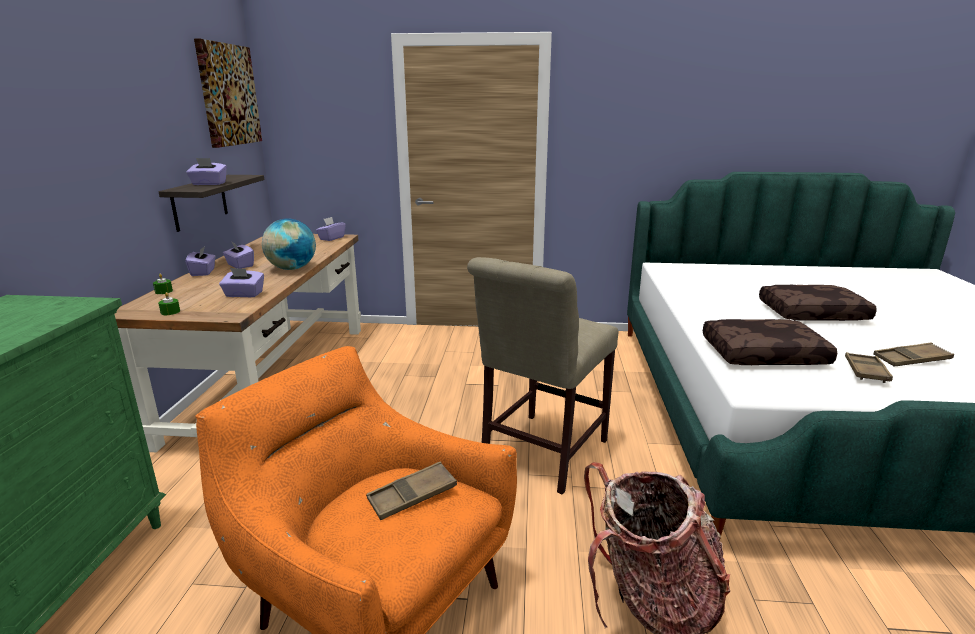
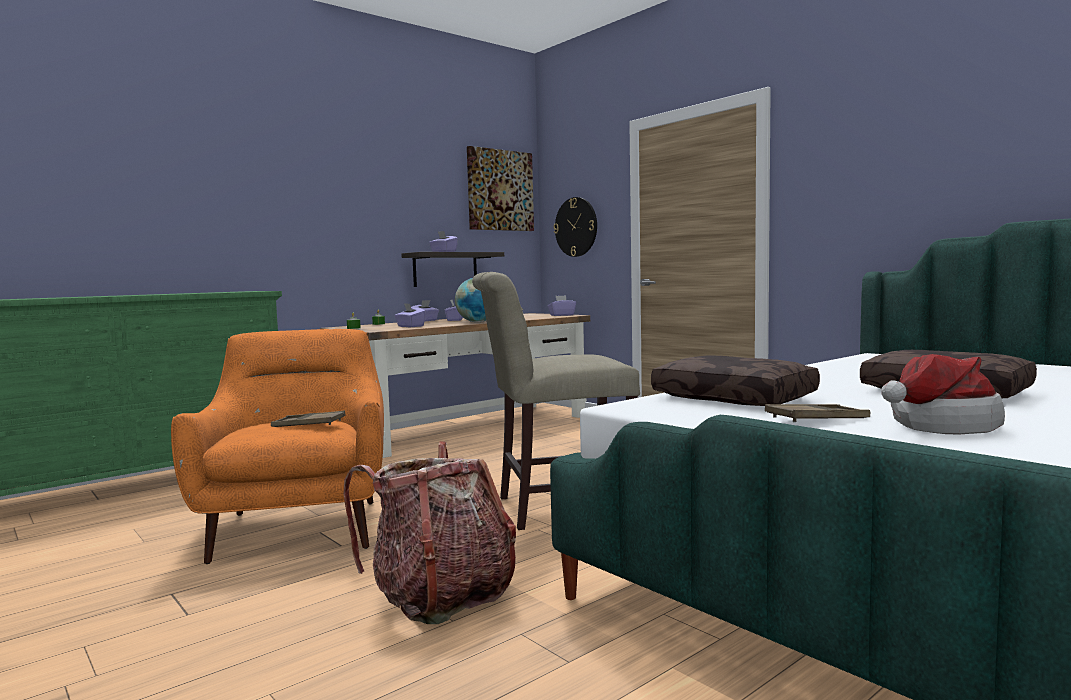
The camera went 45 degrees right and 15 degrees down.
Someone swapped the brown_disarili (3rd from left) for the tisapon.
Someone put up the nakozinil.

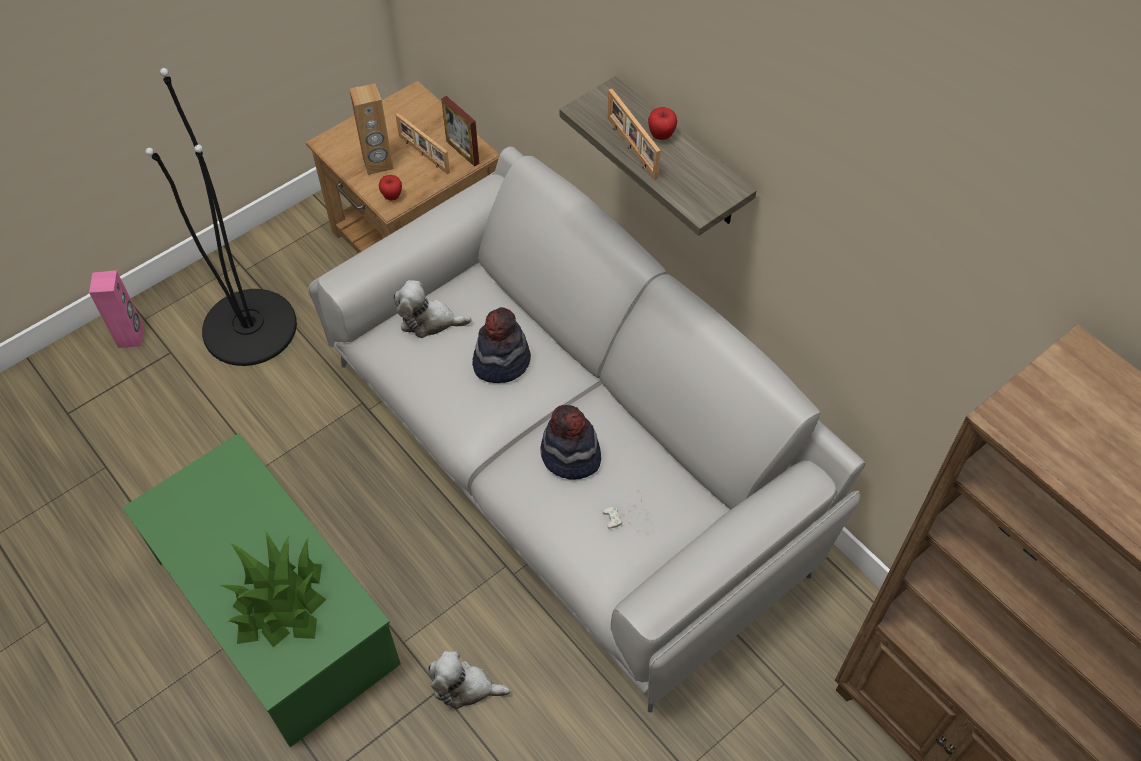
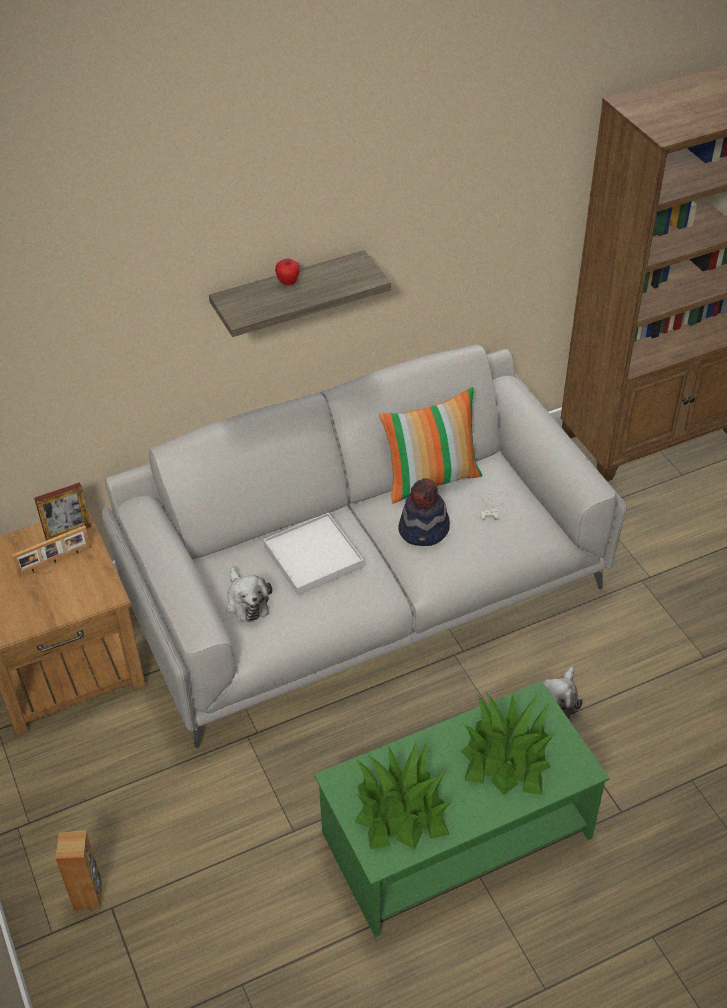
The camera went 75 degrees left and 10 degrees down.
Someone took away the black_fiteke.
Someone carried the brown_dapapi.
Someone took away the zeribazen (3rd from left).
Someone took away the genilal (1st from left).
Someone took away the pink_dapapi.
Someone rotated the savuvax (1st from left) by 45 degrees counterclockwise.
Someone swapped the tisapon (1st from left) for the white_disarili.
Someone put down the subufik.
Someone put down the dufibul (1st from left).

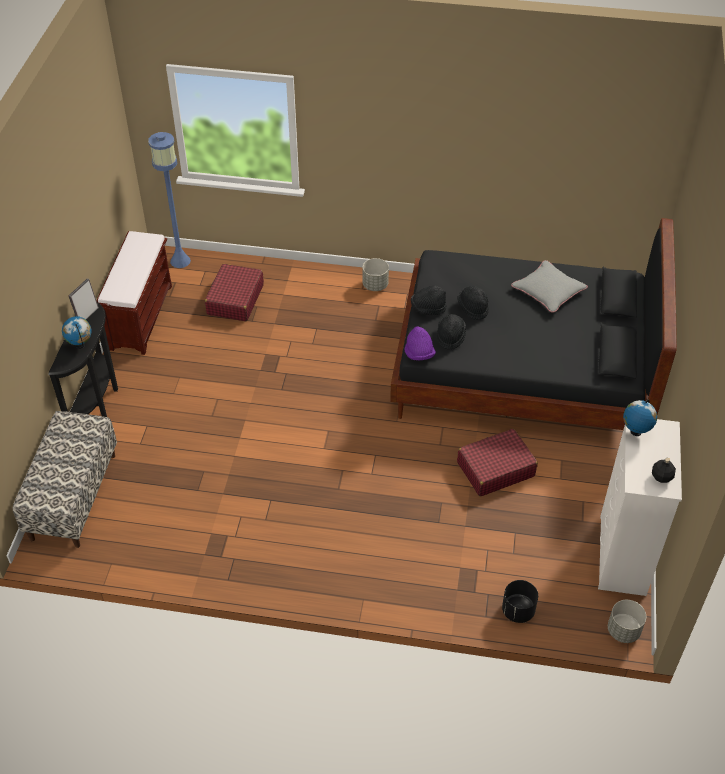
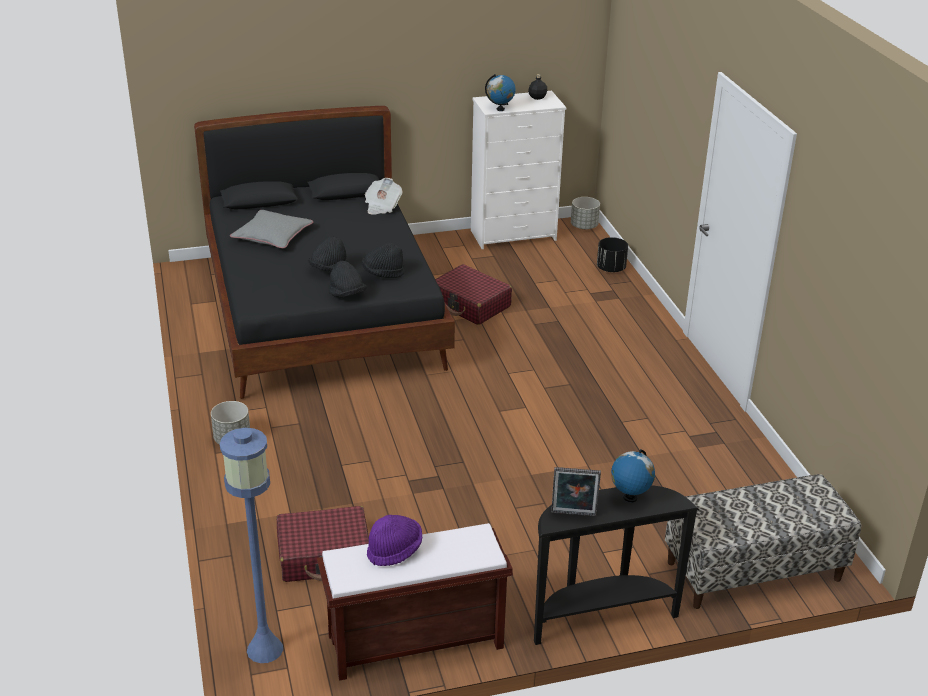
The camera went 115 degrees left and 15 degrees down.
Someone carried the purple_tisapon.
Someone put down the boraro.

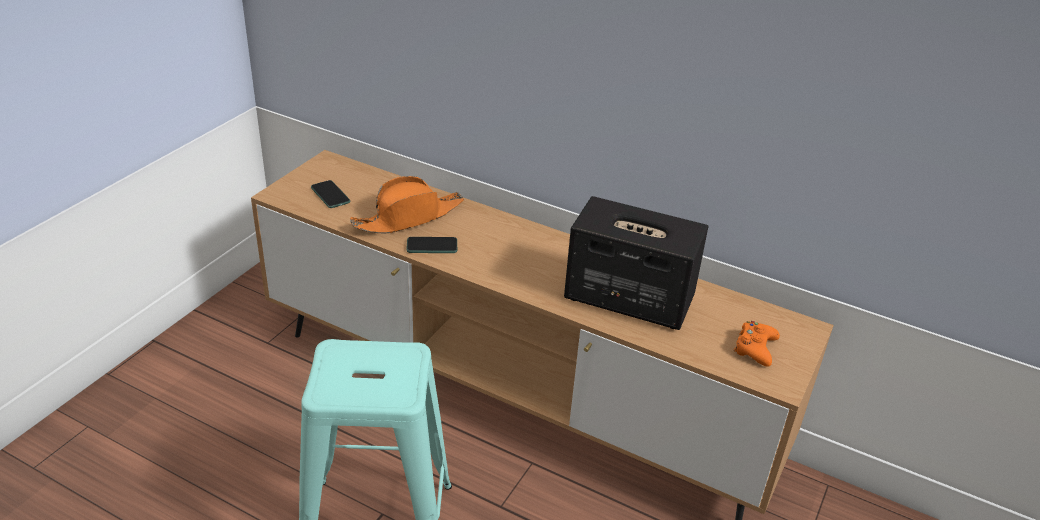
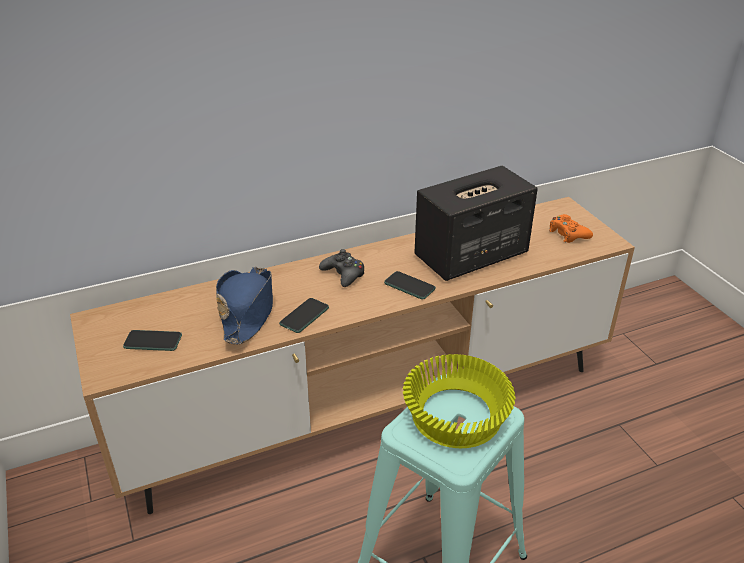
The camera went 50 degrees left and 0 degrees up.
Someone repainted the orange_tisapon, which became the blue_tisapon.
Someone put down the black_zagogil.
Someone put down the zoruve (3rd from left).
Someone put down the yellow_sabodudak.

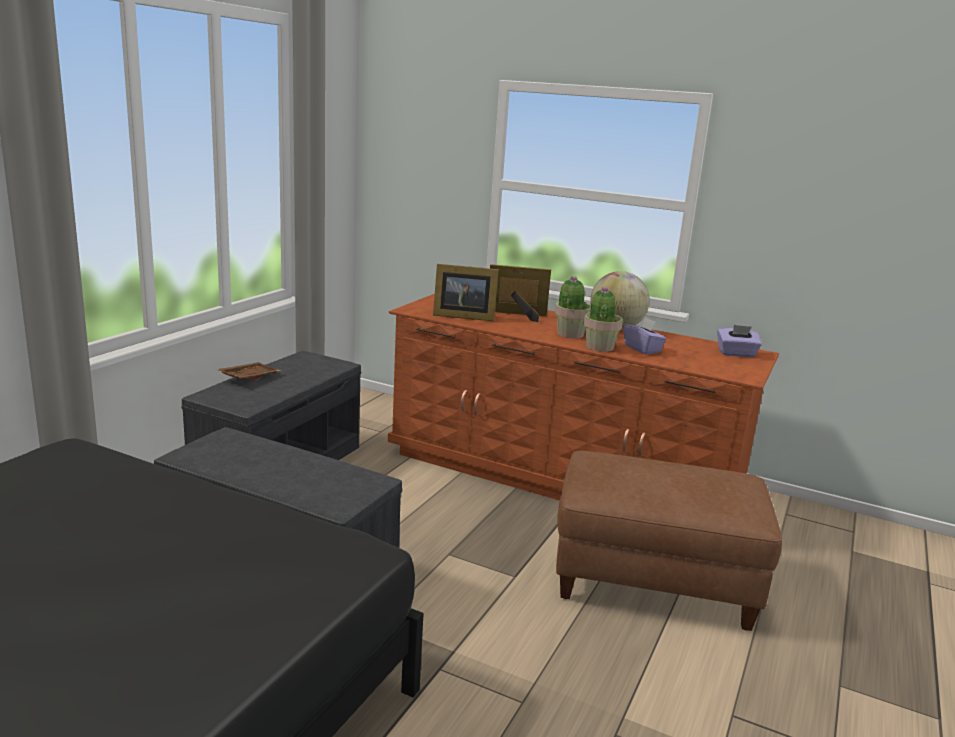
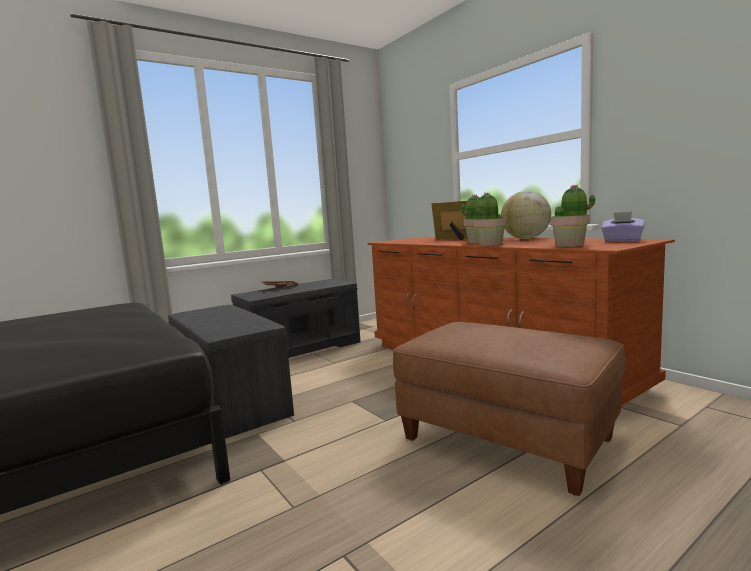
The camera went 30 degrees right and 10 degrees down.
Someone took away the zeribazen (1st from left).
Someone took away the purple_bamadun (1st from left).
Someone put down the dufibul (3rd from left).

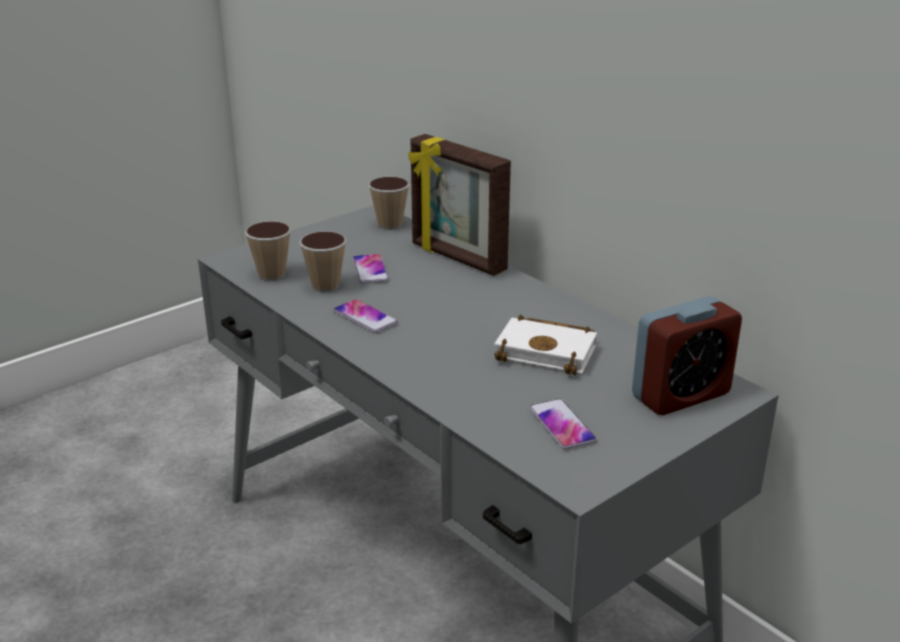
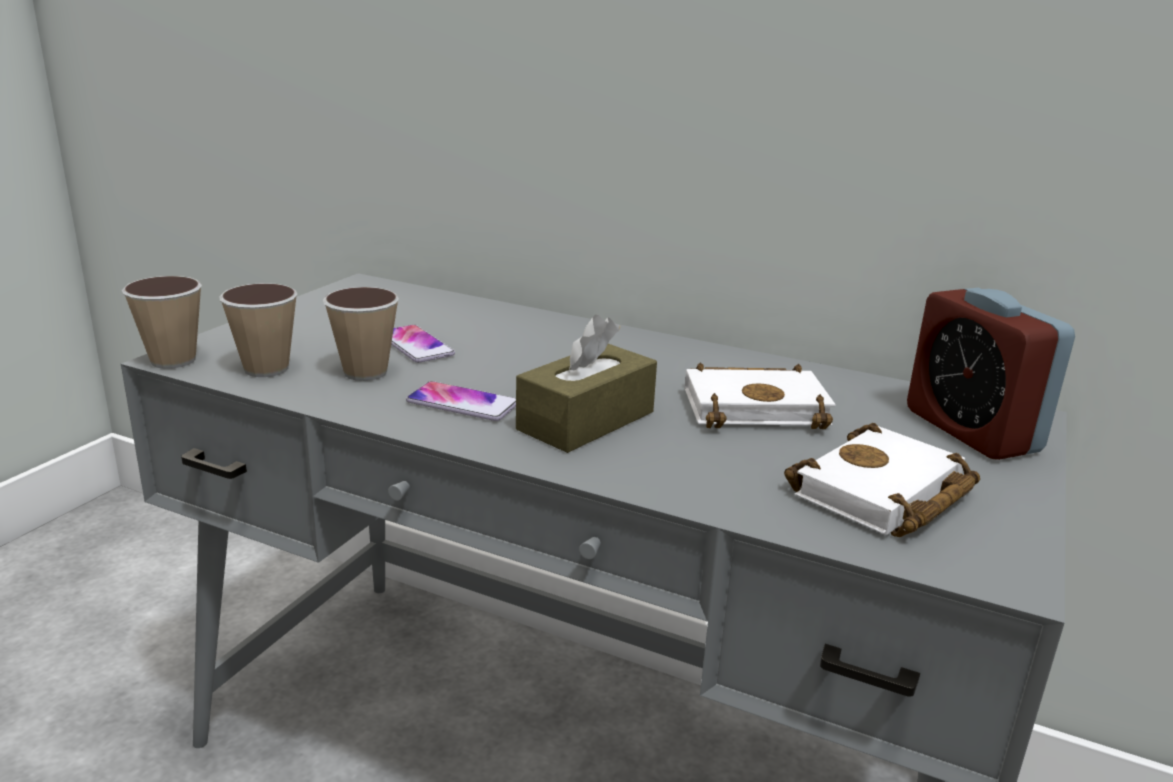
The camera went 25 degrees left and 5 degrees down.
Someone took away the zeribazen.
Someone carried the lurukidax (3rd from left in the first image).
Someone rotated the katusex by 120 degrees clockwise.
Someone swapped the zoruve (3rd from left) for the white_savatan (2nd from left).
Someone put down the brown_bamadun.

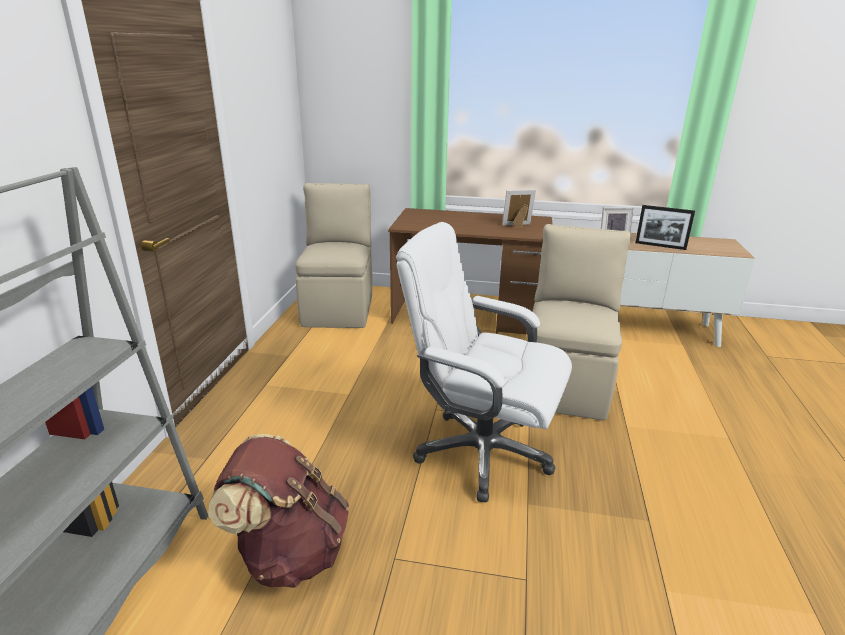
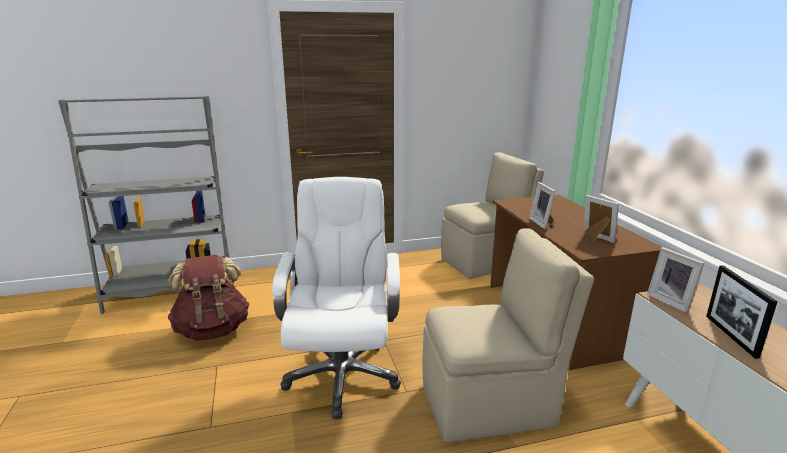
The camera went 65 degrees right and 5 degrees down.
Someone put down the zeribazen (1st from left).

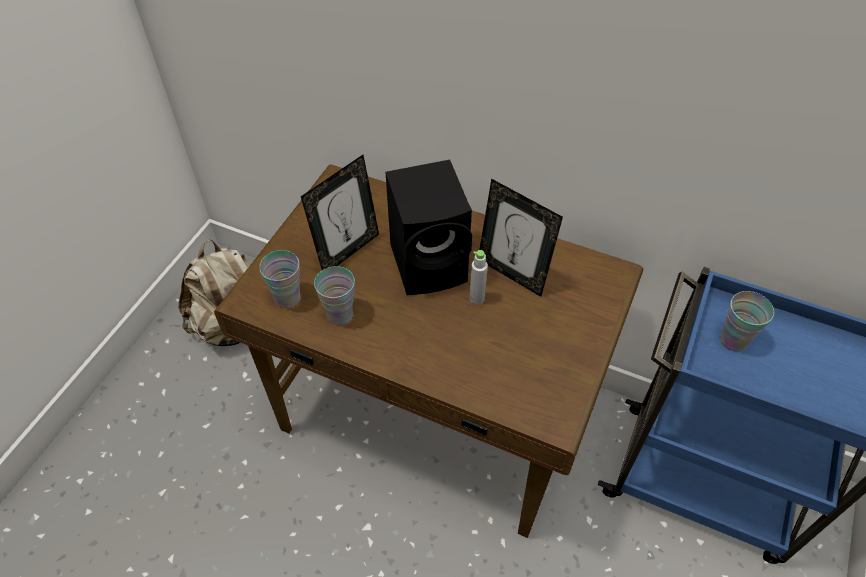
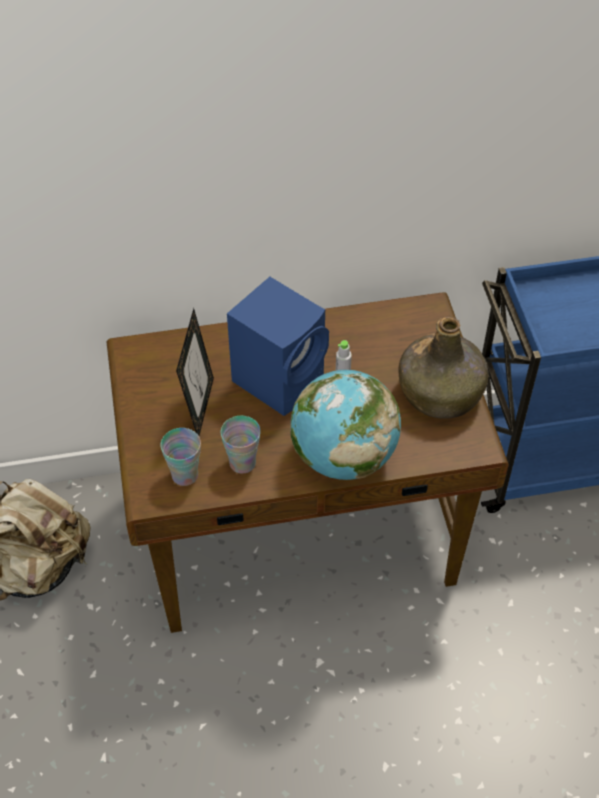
The camera went 35 degrees left and 0 degrees up.
Someone repainted the black_dapapi, which became the blue_dapapi.
Someone took away the zeribazen (2nd from left).
Someone took away the lurukidax (3rd from left).
Someone put down the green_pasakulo.
Someone put down the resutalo.

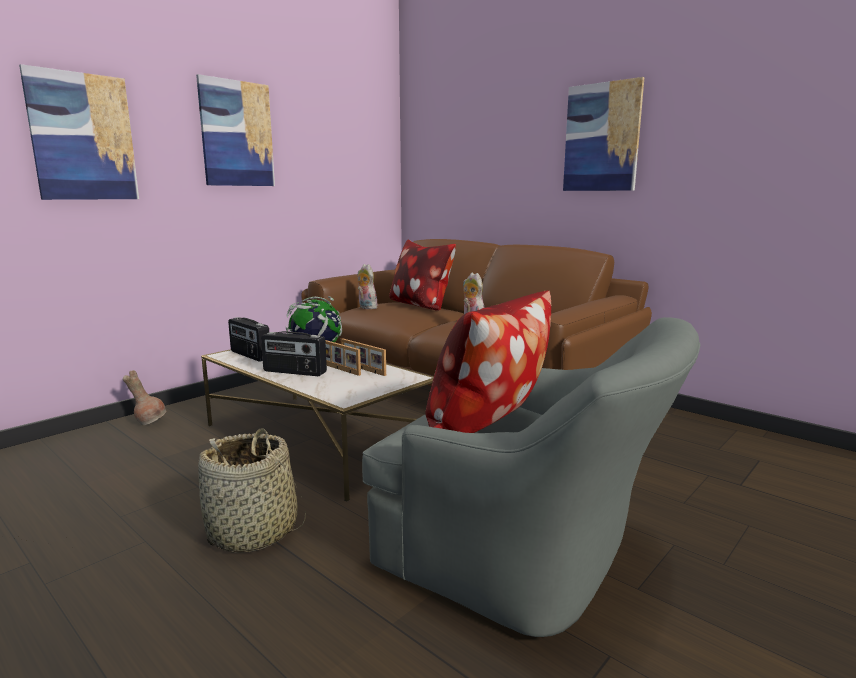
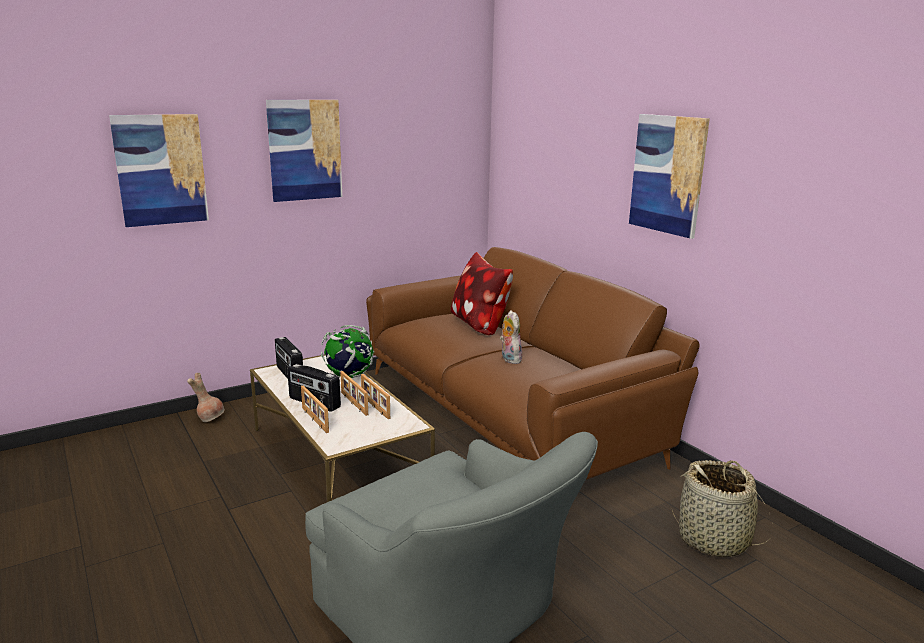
The camera went 15 degrees right and 5 degrees up.
Someone took away the savuvax (1st from left).
Someone took away the subufik (2nd from left).
Someone carried the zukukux.
Someone put down the zeribazen (1st from left).

